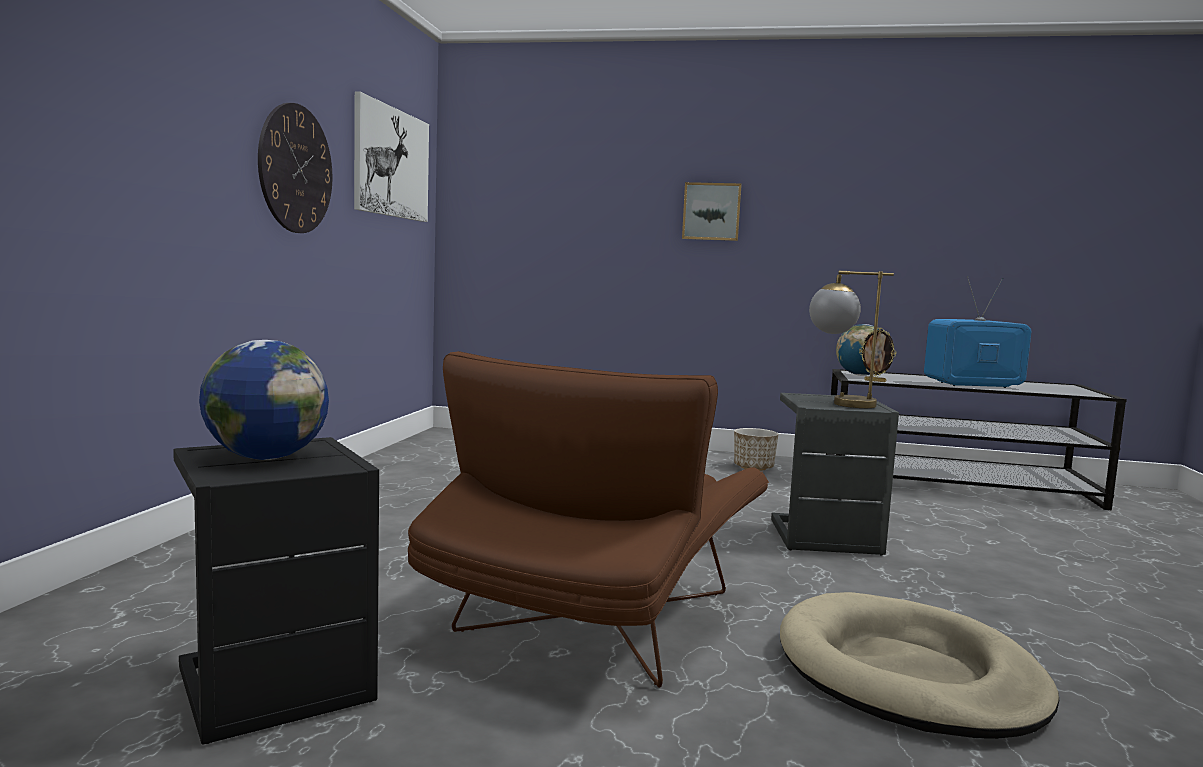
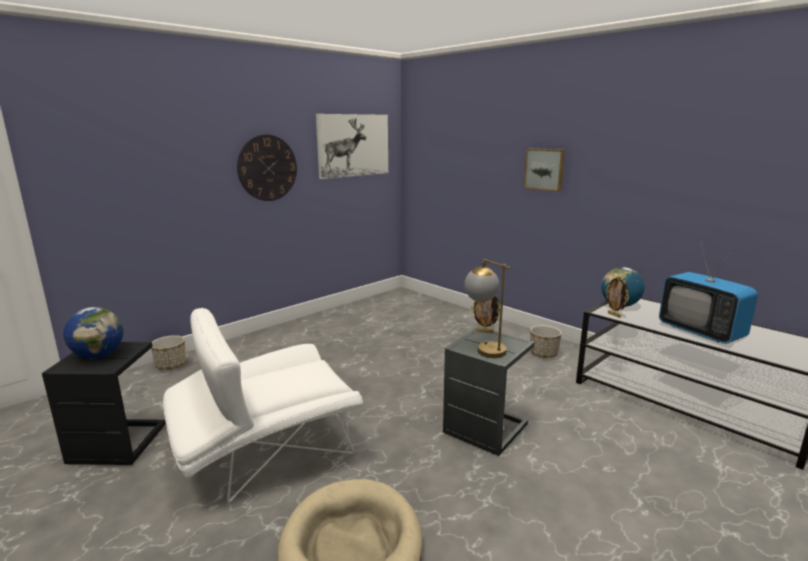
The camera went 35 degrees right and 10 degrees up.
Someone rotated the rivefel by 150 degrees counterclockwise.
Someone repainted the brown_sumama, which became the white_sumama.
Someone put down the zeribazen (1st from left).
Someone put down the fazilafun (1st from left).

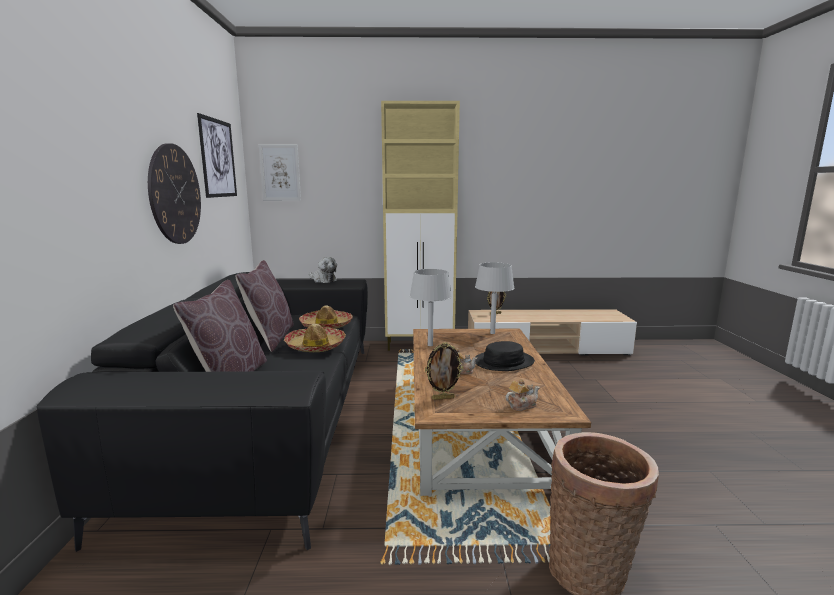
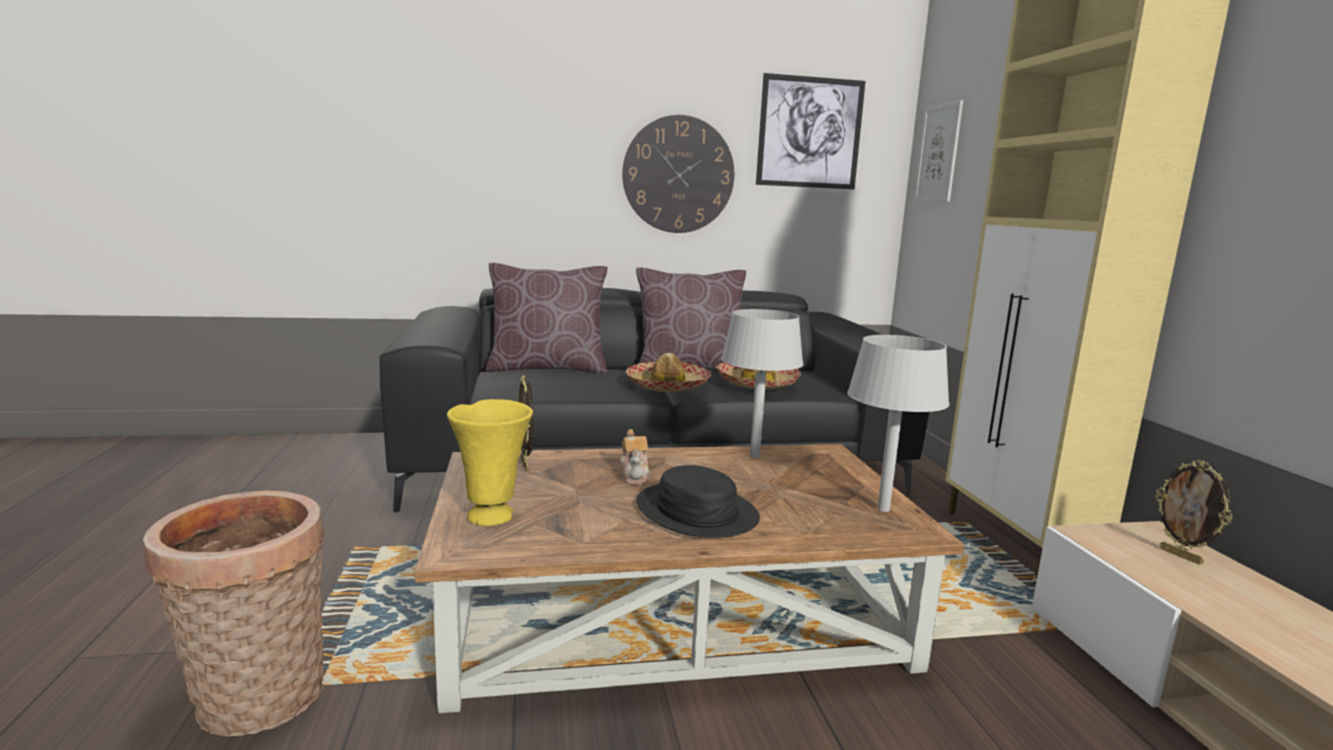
The camera went 80 degrees right and 0 degrees up.
Someone took away the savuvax.
Someone swapped the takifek (2nd from left) for the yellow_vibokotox.

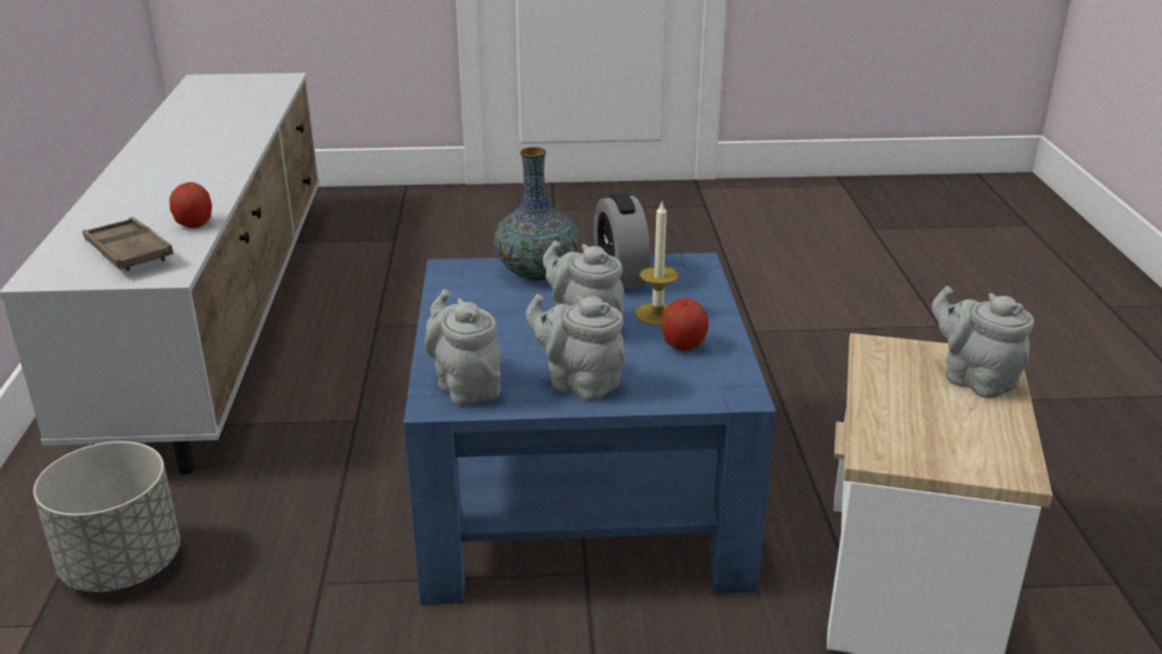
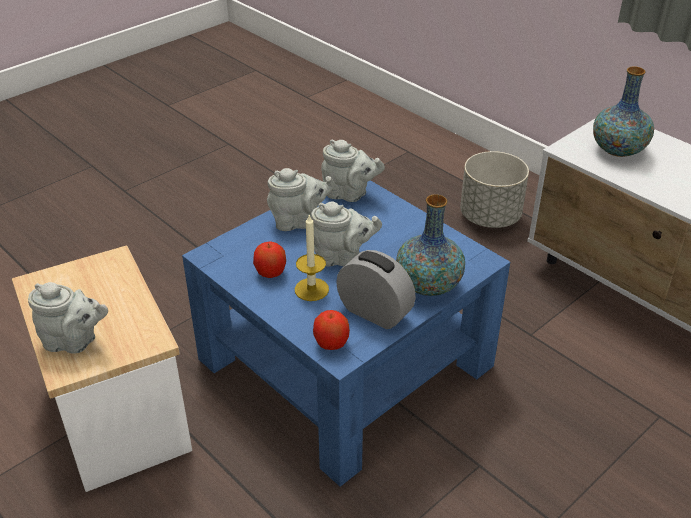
The camera went 140 degrees right and 10 degrees up.
Someone carried the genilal (1st from left in the first image).
Someone swapped the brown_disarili for the vibokotox (2nd from left).

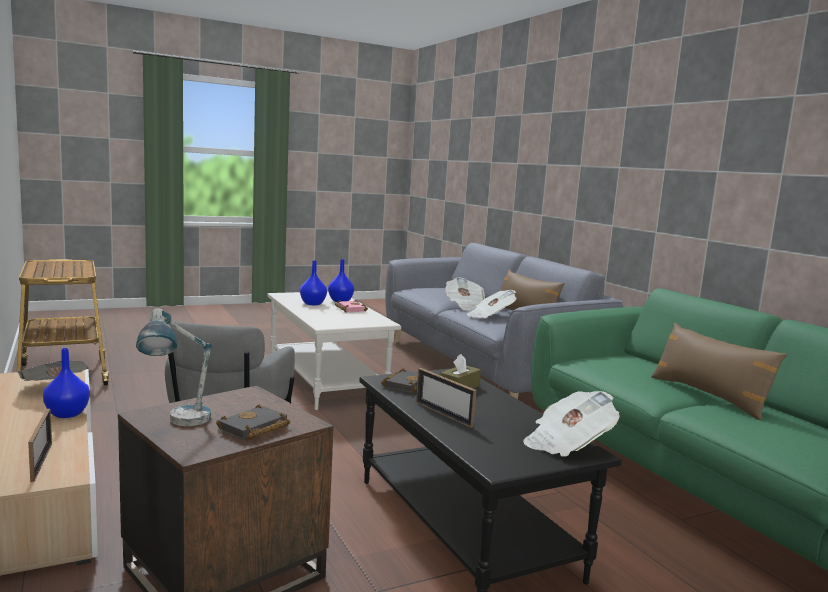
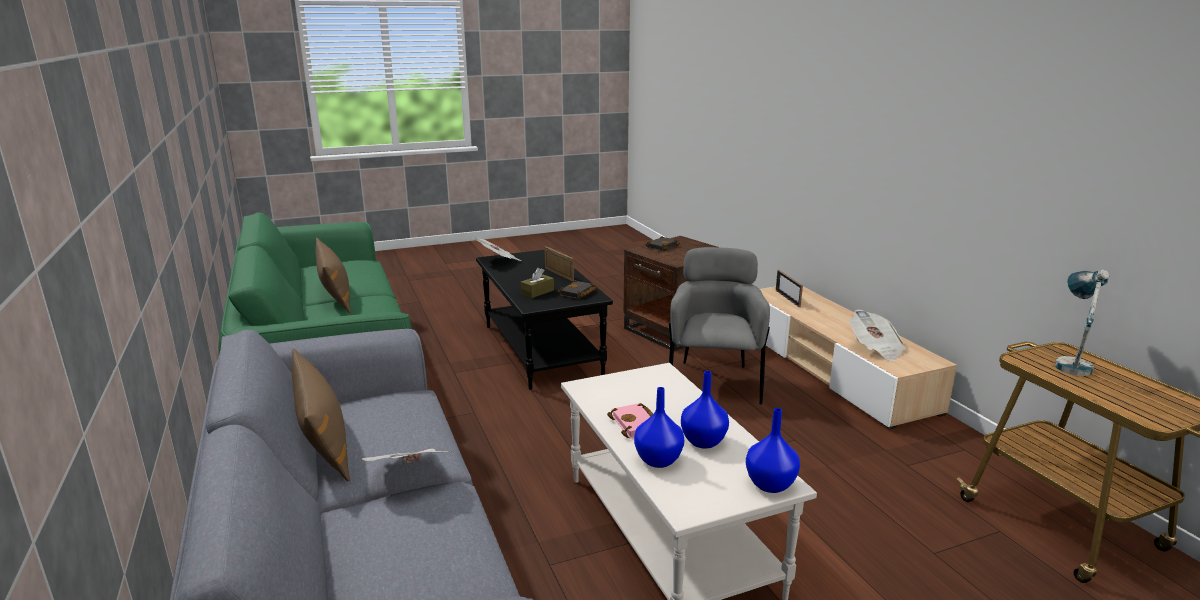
The camera went 175 degrees left and 10 degrees up.
Someone took away the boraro (3rd from left).
Someone carried the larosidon.
Someone carried the blue_vibokotox (1st from left in the first image).

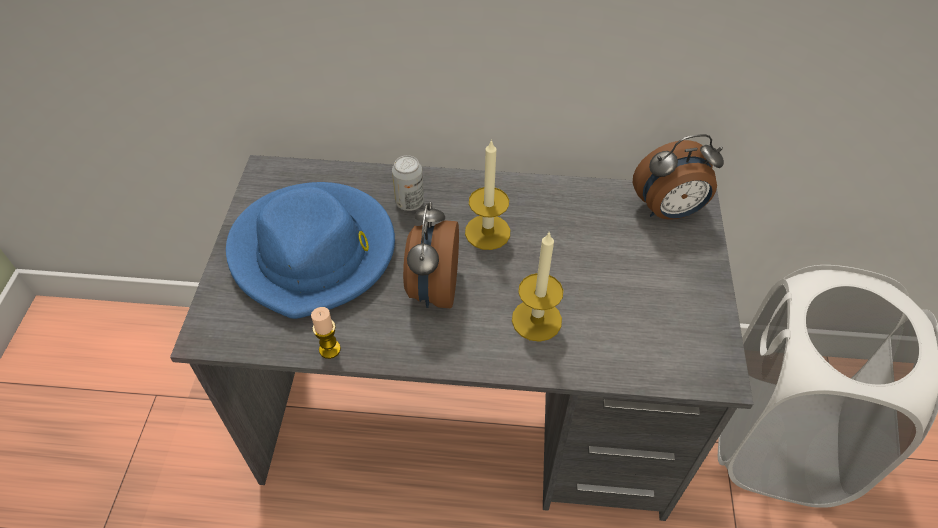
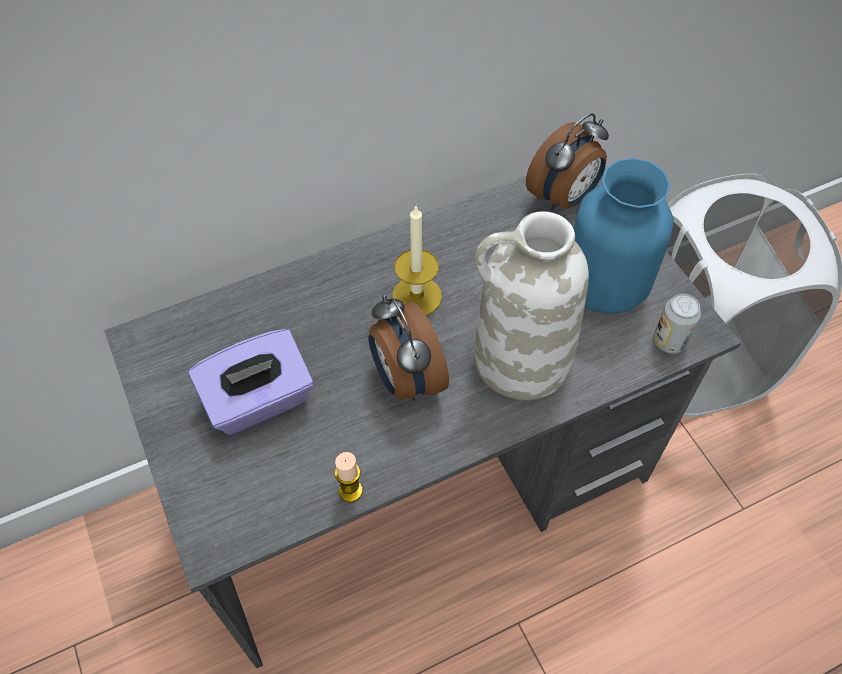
The camera went 30 degrees left and 5 degrees up.
Someone carried the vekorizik.
Someone swapped the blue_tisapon for the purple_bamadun.
Someone swapped the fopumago (3rd from left) for the white_vibokotox.
Someone put down the blue_vibokotox.

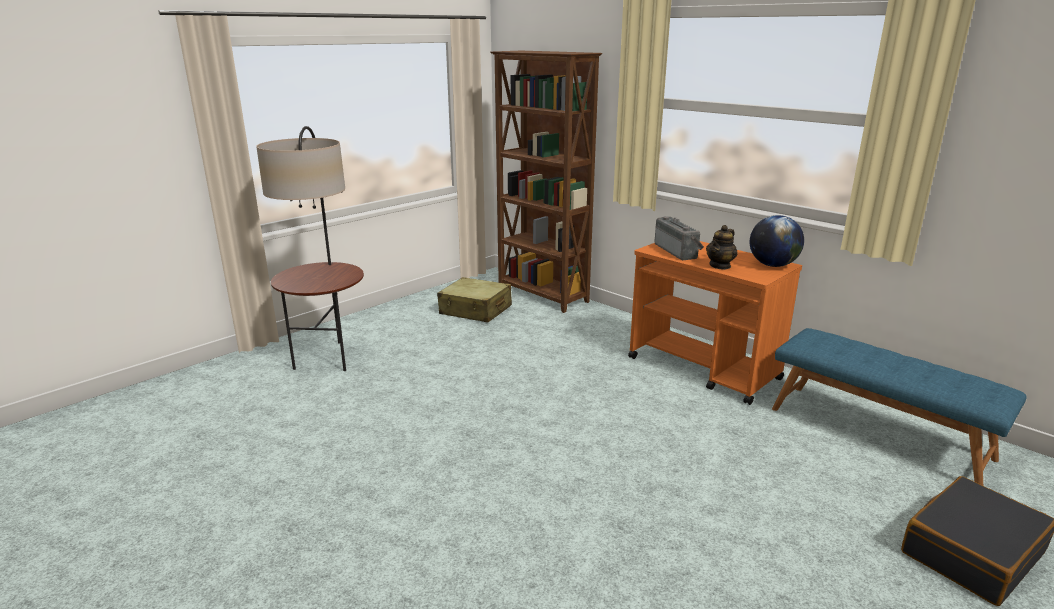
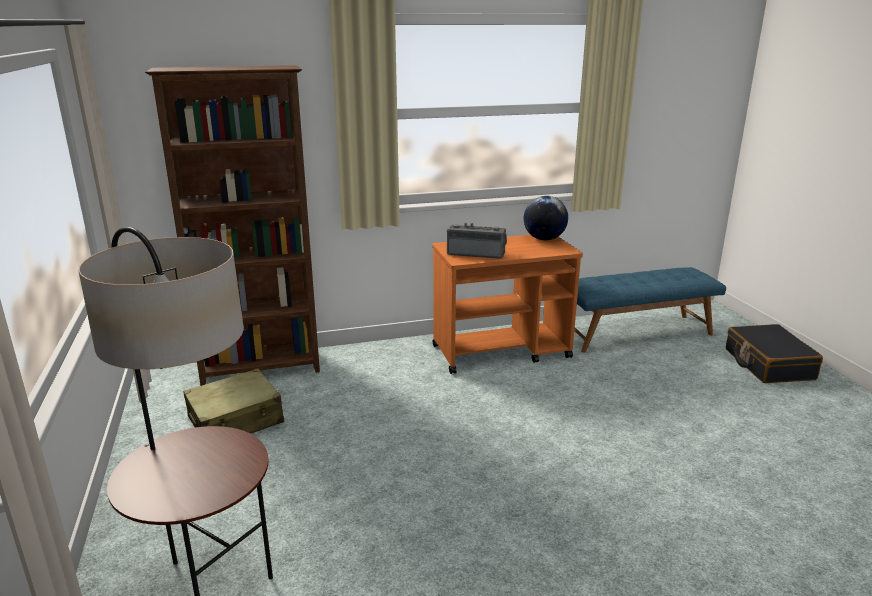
The camera went 60 degrees left and 0 degrees up.
Someone took away the takifek.

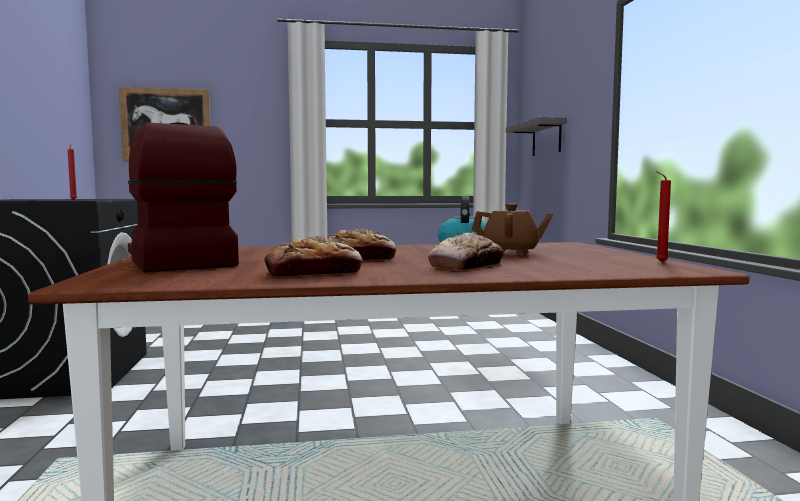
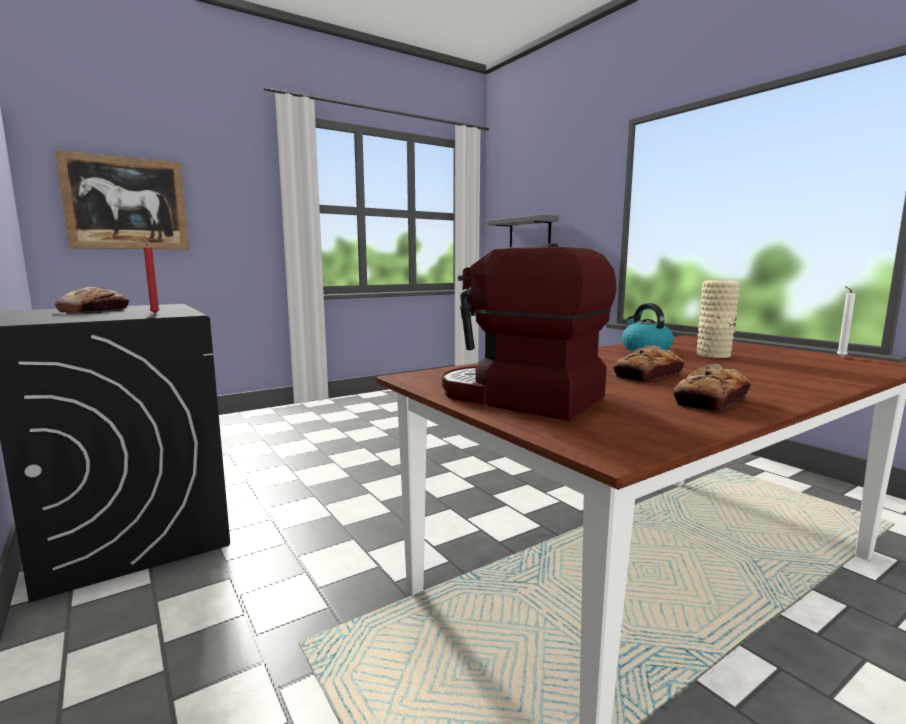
The camera went 25 degrees left and 5 degrees up.
Someone repainted the red_fopumago (2nd from left), which became the white_fopumago.
Someone swapped the brown_takifek for the beige_vibokotox.
Someone carried the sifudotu (3rd from left in the first image).

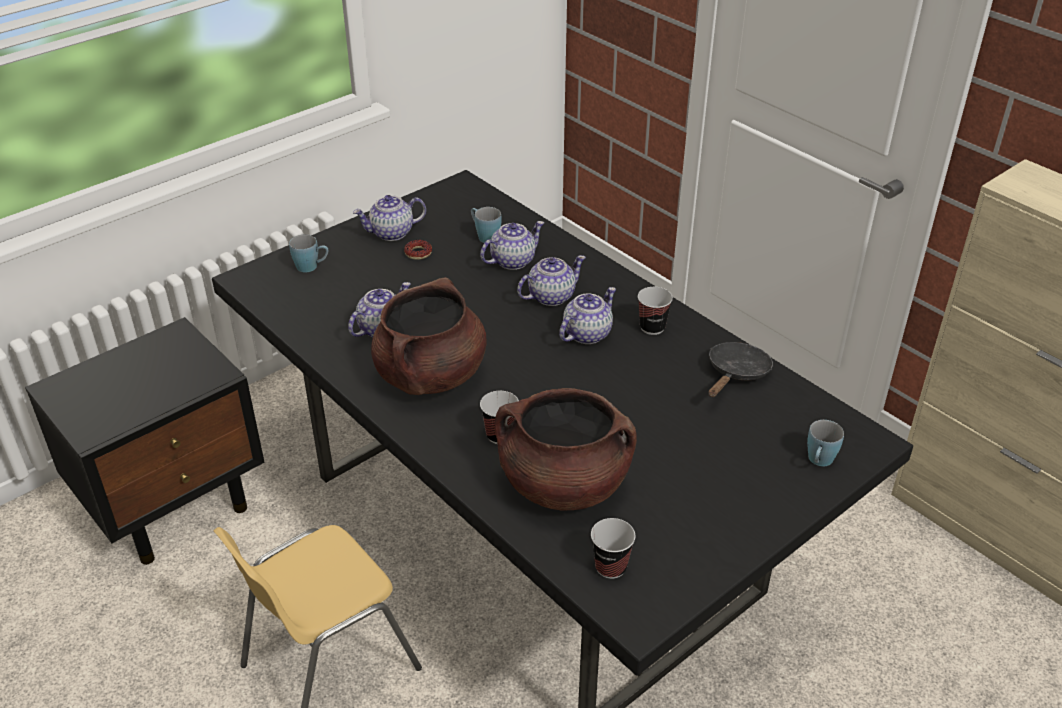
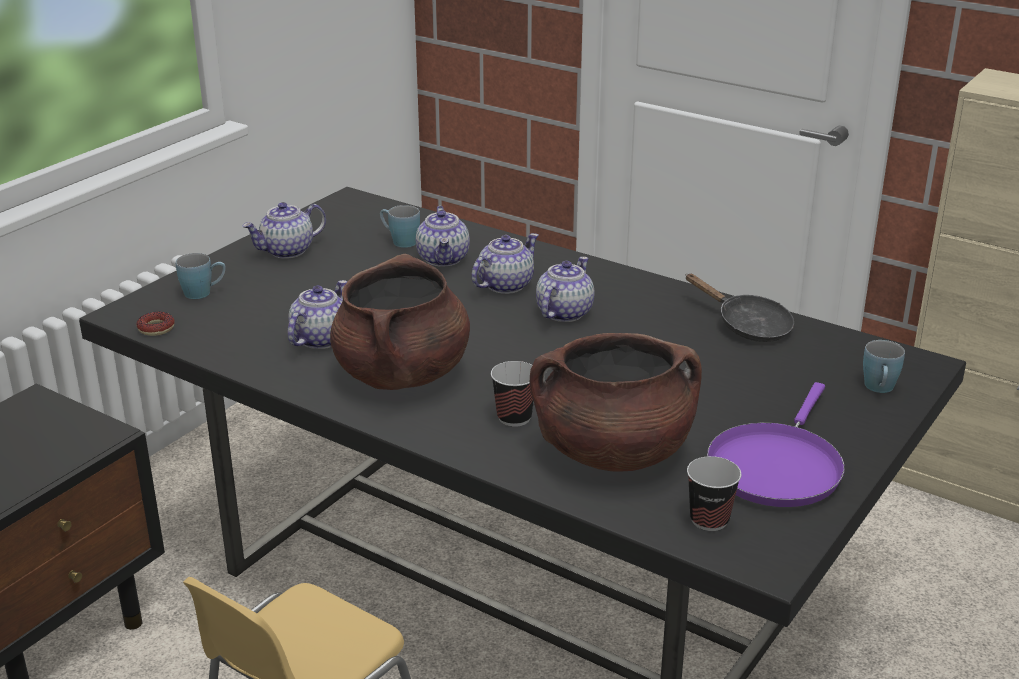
The camera went 15 degrees left and 10 degrees down.
Someone rotated the takifek (3rd from left) by 135 degrees clockwise.
Someone carried the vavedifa.
Someone took away the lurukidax (3rd from left).
Someone rotated the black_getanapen by 120 degrees clockwise.
Someone put down the purple_getanapen.

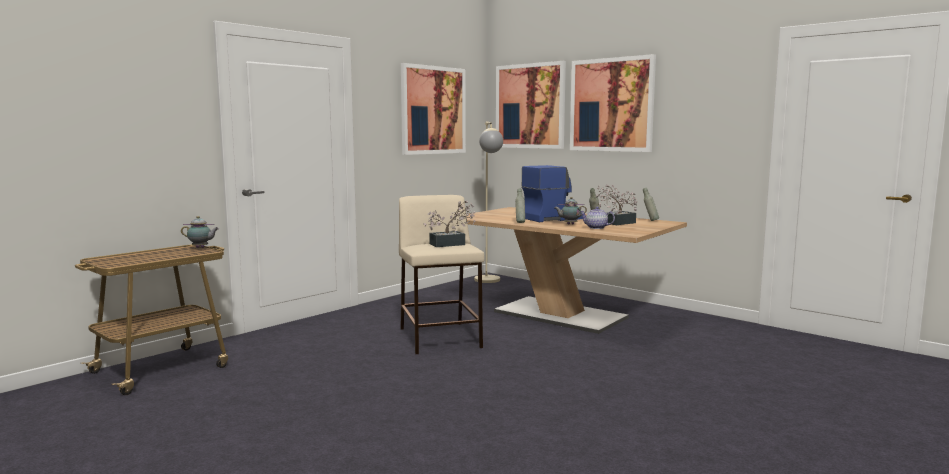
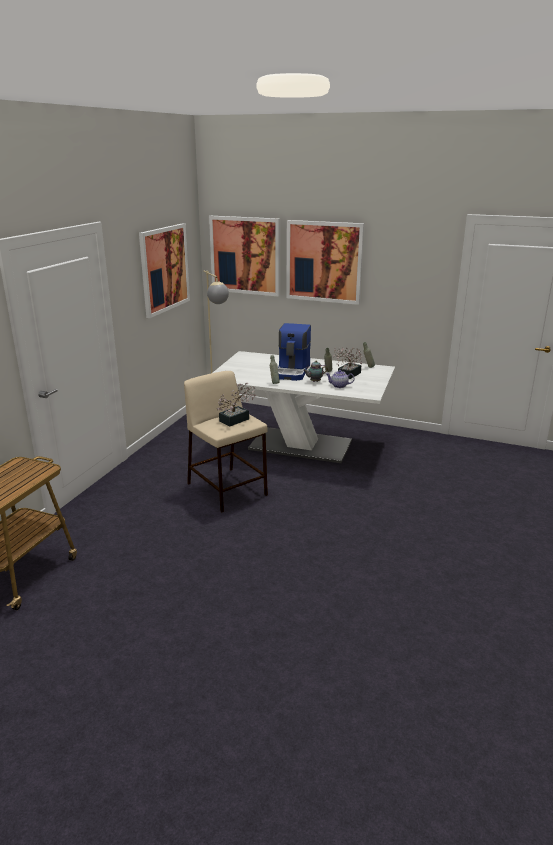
The camera went 20 degrees left and 15 degrees up.
Someone rotated the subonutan by 150 degrees clockwise.
Someone repainted the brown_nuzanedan, which became the white_nuzanedan.
Someone took away the takifek (1st from left).

